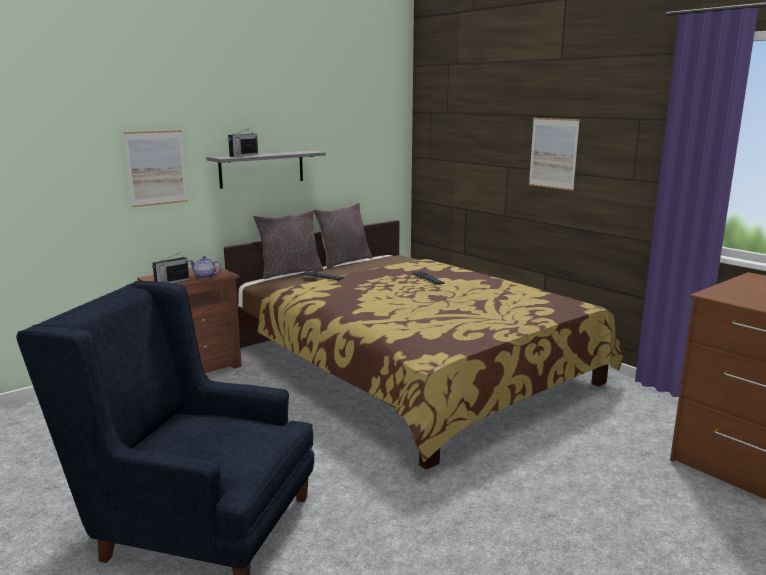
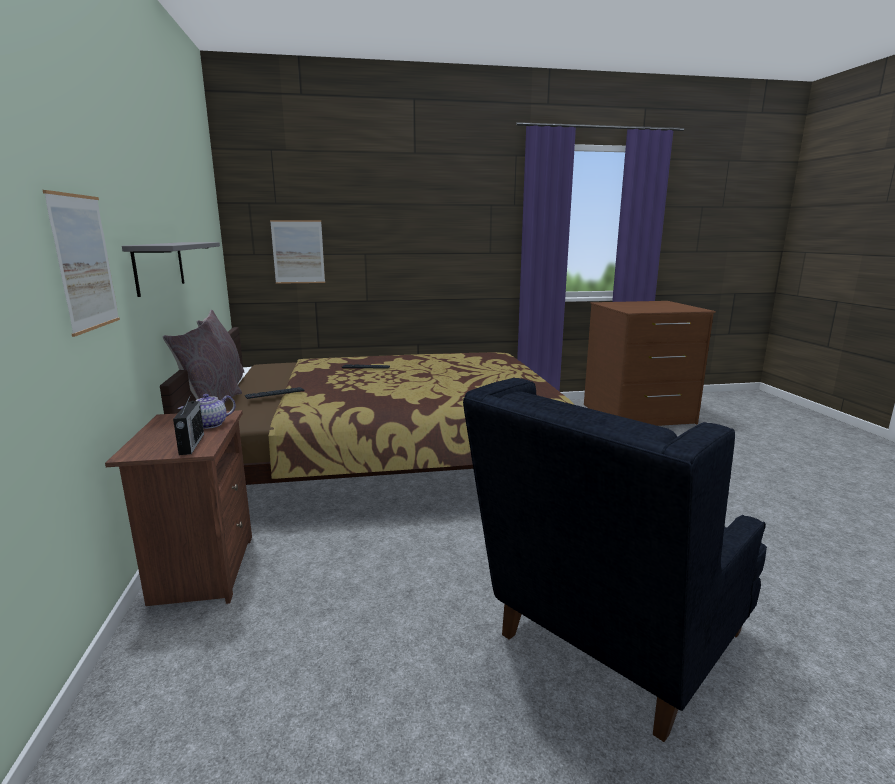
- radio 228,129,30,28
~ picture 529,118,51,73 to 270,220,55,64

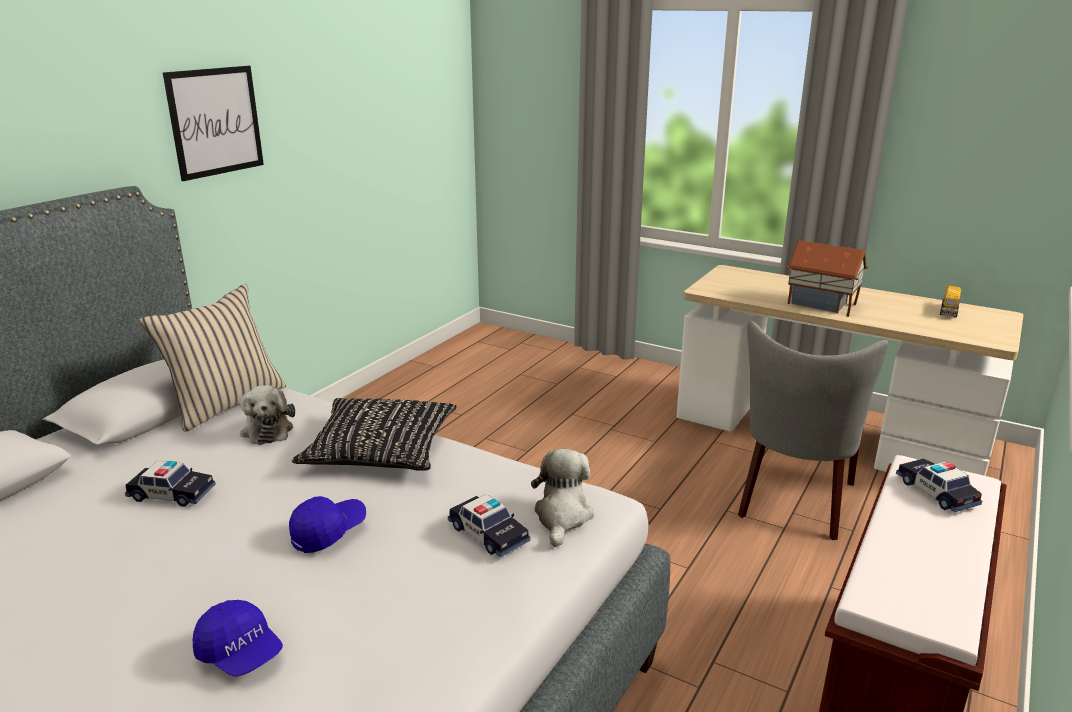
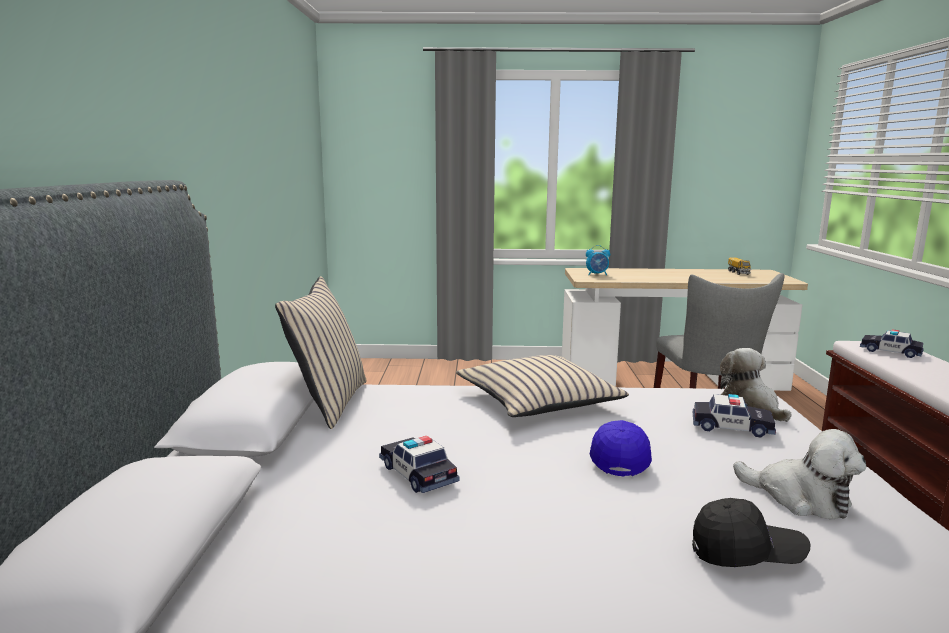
~ toy car 125,461,91,46 = 379,436,80,57 105 degrees counterclockwise
- picture 163,66,101,115
~ cap (blue) 193,600,90,77 to cap (black) 692,498,119,69
~ plush toy 240,385,55,60 to 733,429,133,91
~ pillow (black) 292,398,165,73 to pillow (beige) 456,355,173,62
- toy house 787,240,81,77
+ alarm clock 586,245,24,30

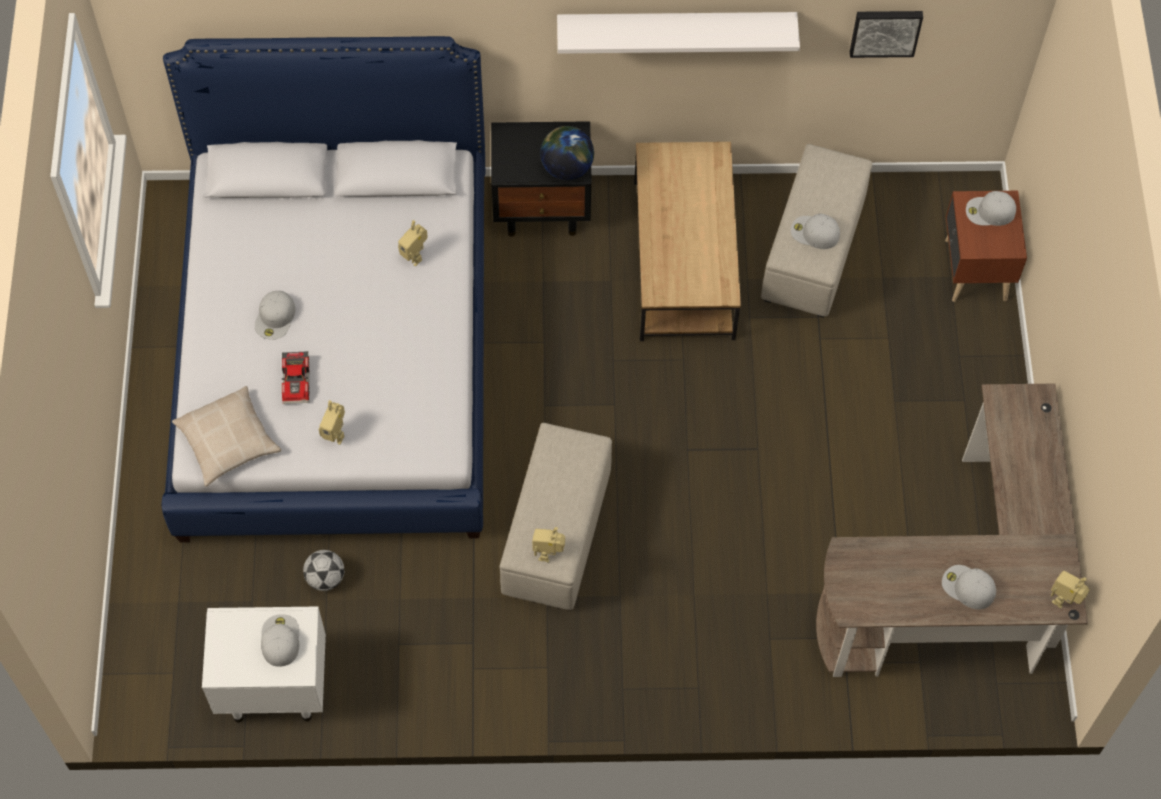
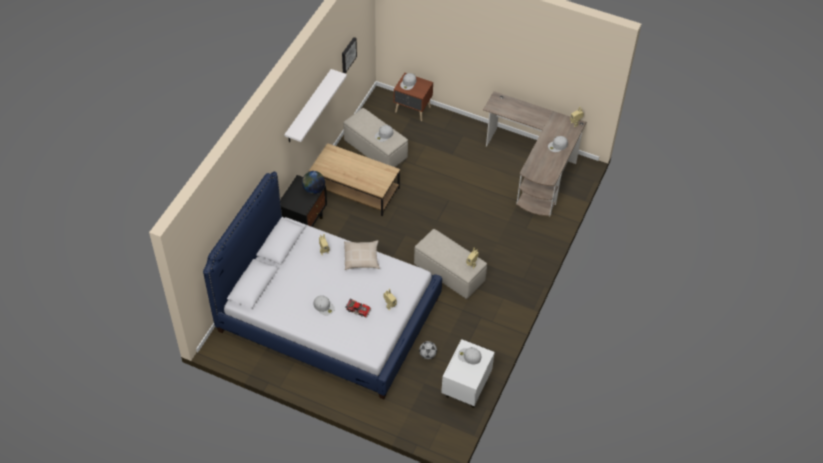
~ pillow (beige) 172,386,109,101 to 344,240,36,30

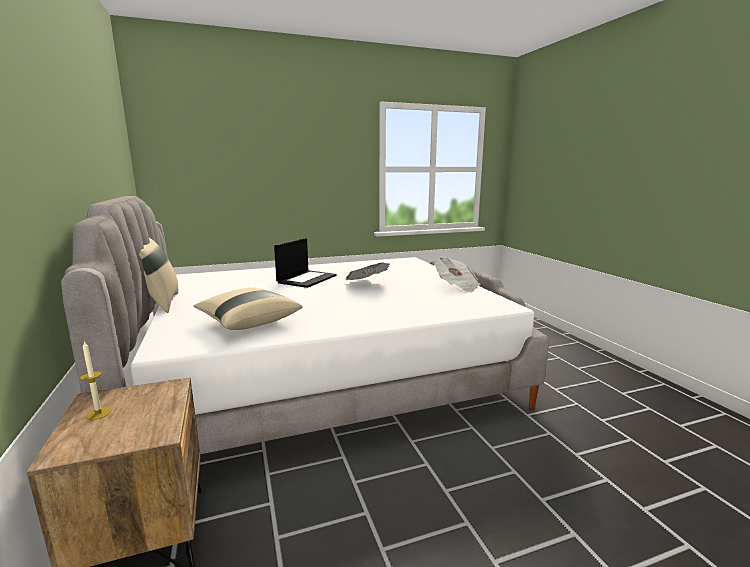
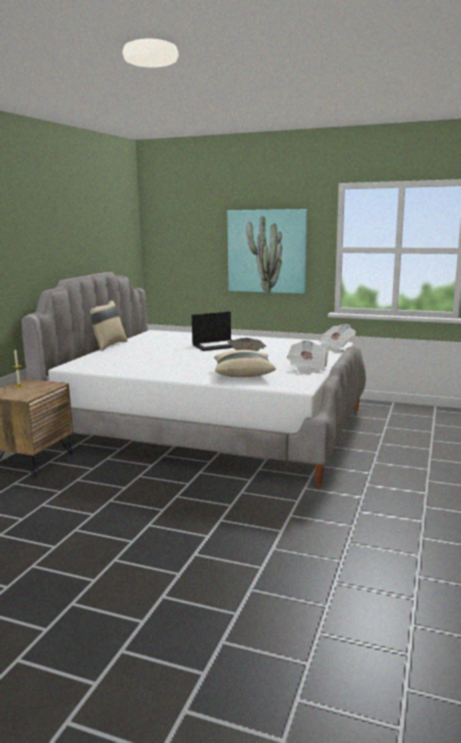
~ pillow (beige) 193,288,109,42 to 214,350,62,27
+ picture 227,209,80,85
+ newspaper 319,324,37,27

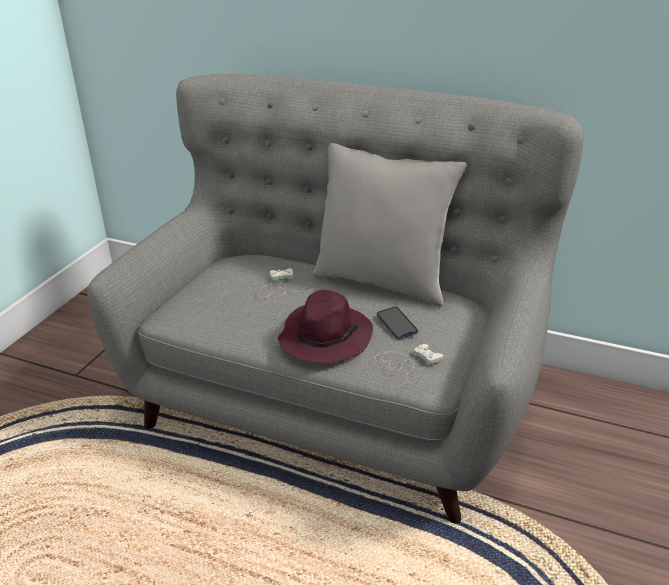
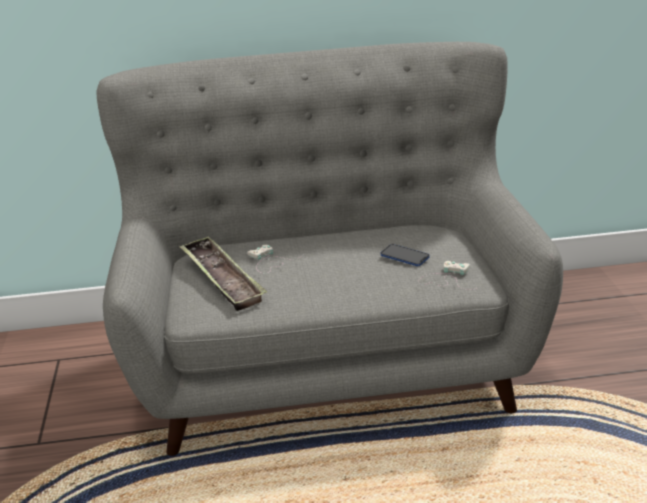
- hat (purple) 278,290,95,74
- pillow (grey) 313,143,154,164
+ tray 179,237,88,74

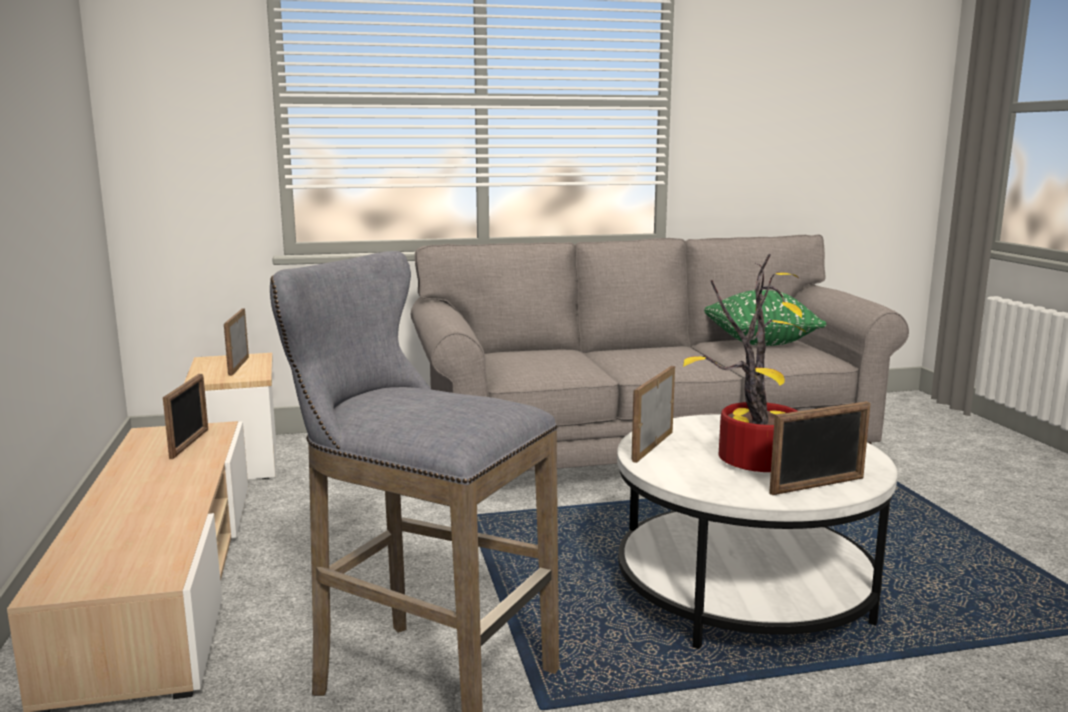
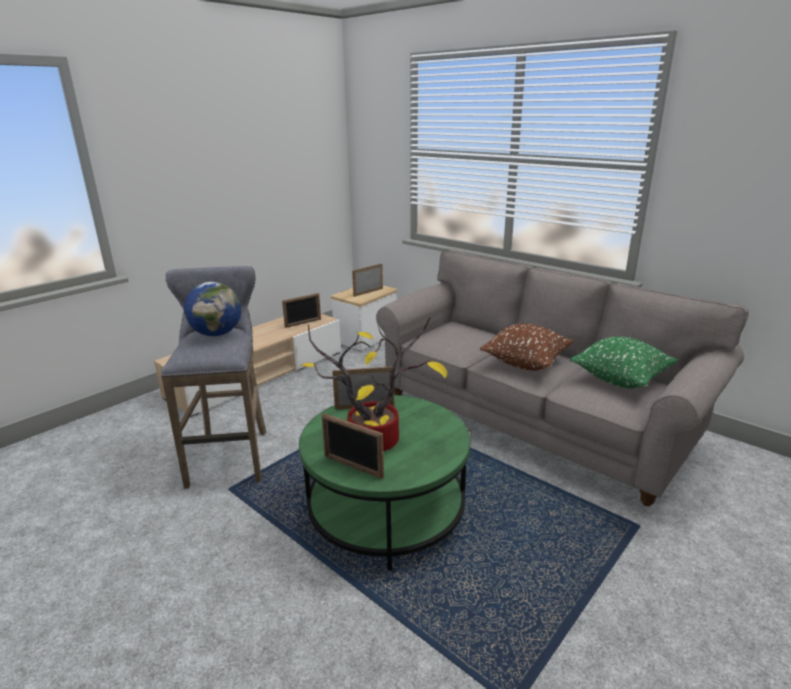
~ coffee table (white) 617,414,281,235 to coffee table (green) 299,395,171,175
+ globe 184,282,57,54
+ pillow (brown) 480,324,93,47

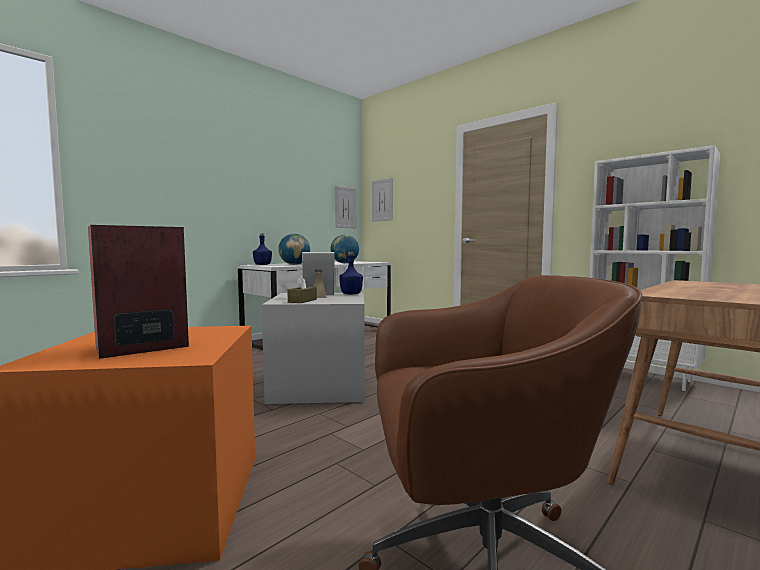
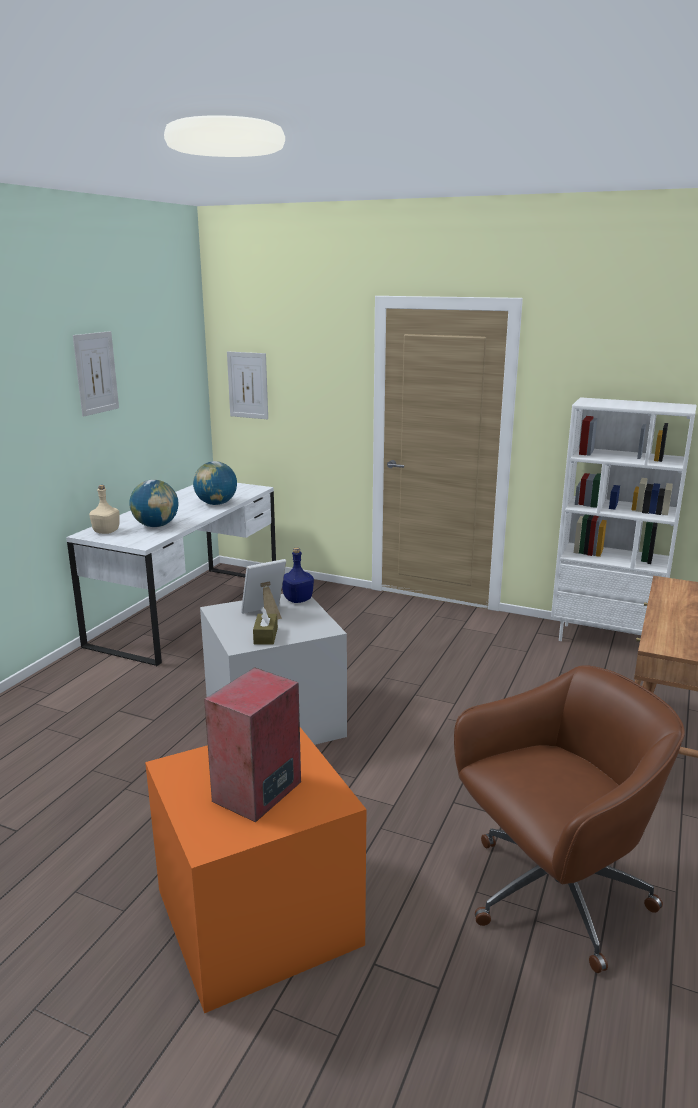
~ bottle (blue) 253,233,19,32 to bottle (beige) 89,485,31,49
~ picture 335,186,21,43 to 73,331,46,86

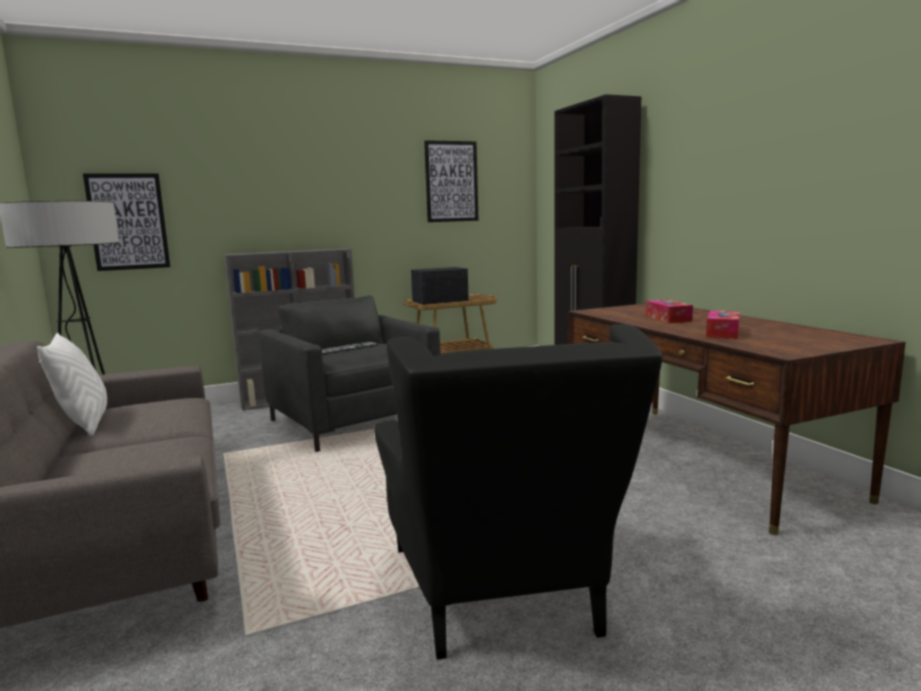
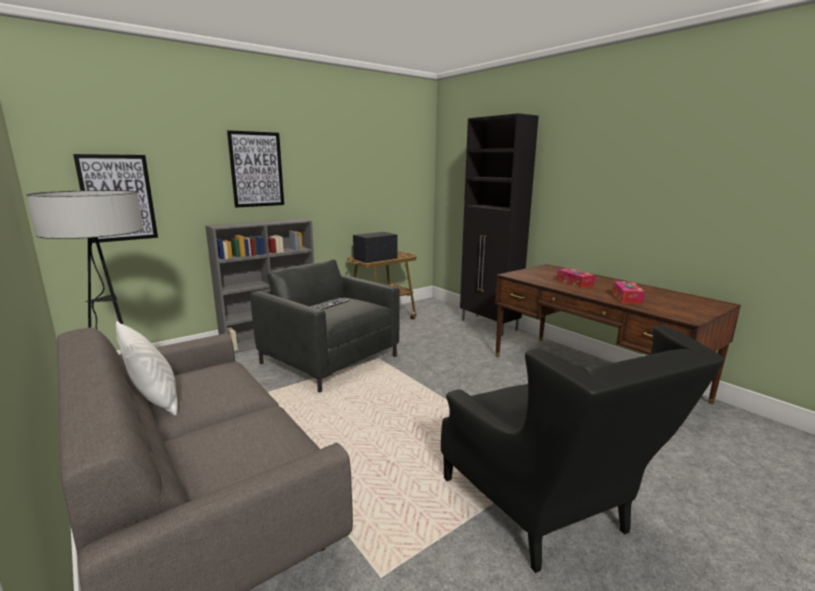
~ picture 424,140,54,82 to 227,130,57,78

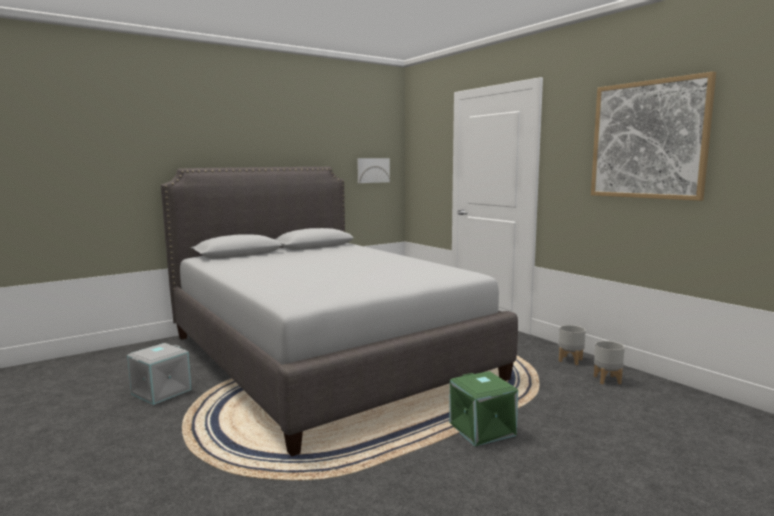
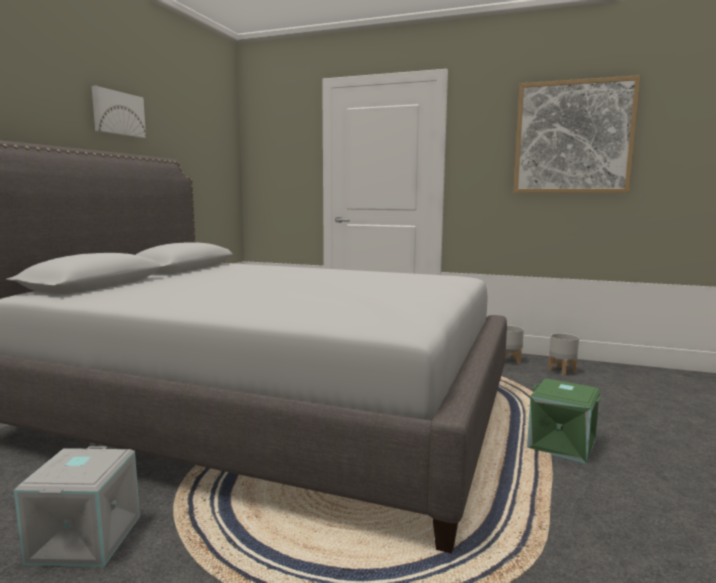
~ picture 357,158,33,25 to 92,86,54,52

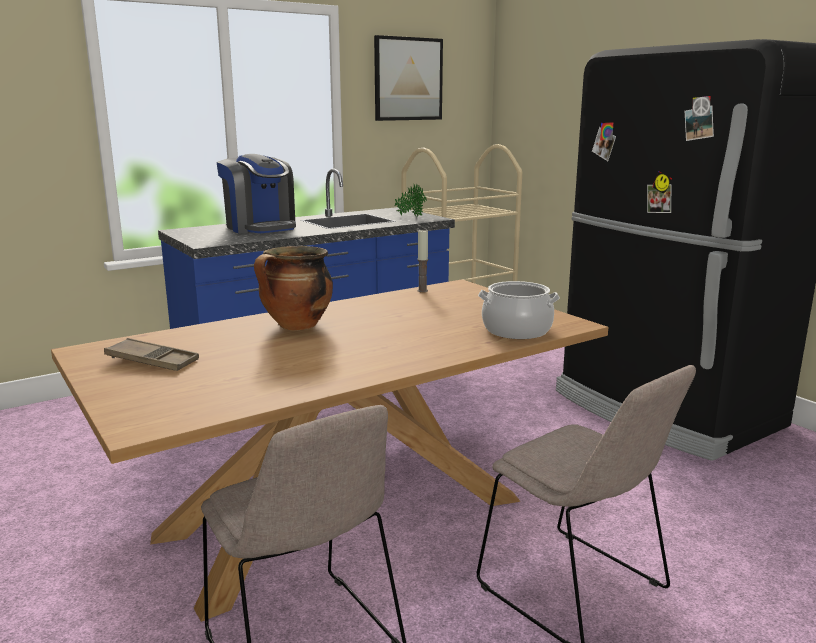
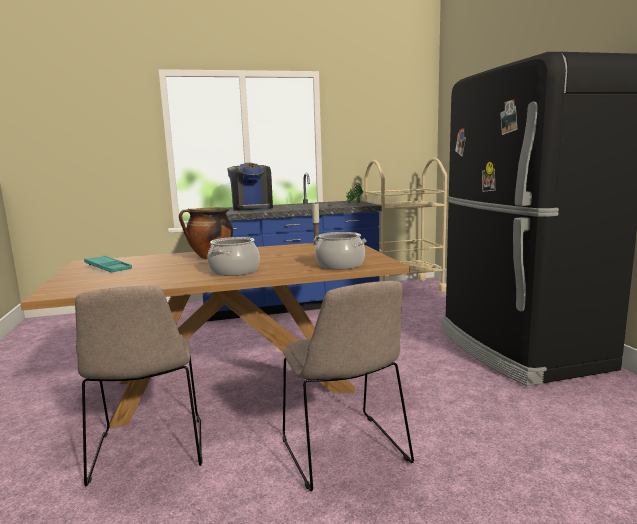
~ tray (brown) 104,338,95,33 to tray (turquoise) 84,255,48,17
- picture 374,35,69,86
+ cooking pot 207,237,53,39

